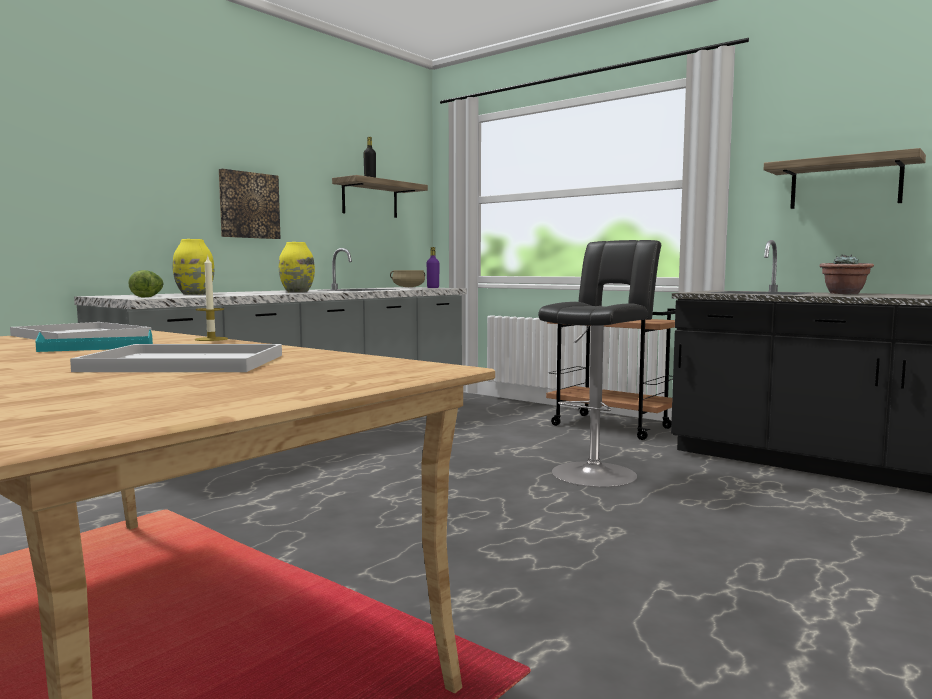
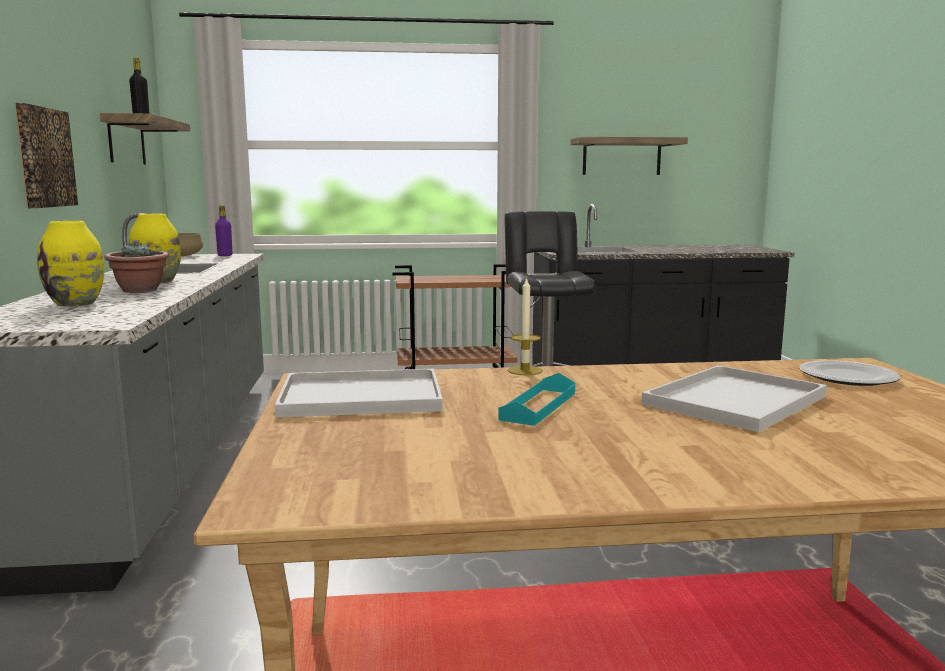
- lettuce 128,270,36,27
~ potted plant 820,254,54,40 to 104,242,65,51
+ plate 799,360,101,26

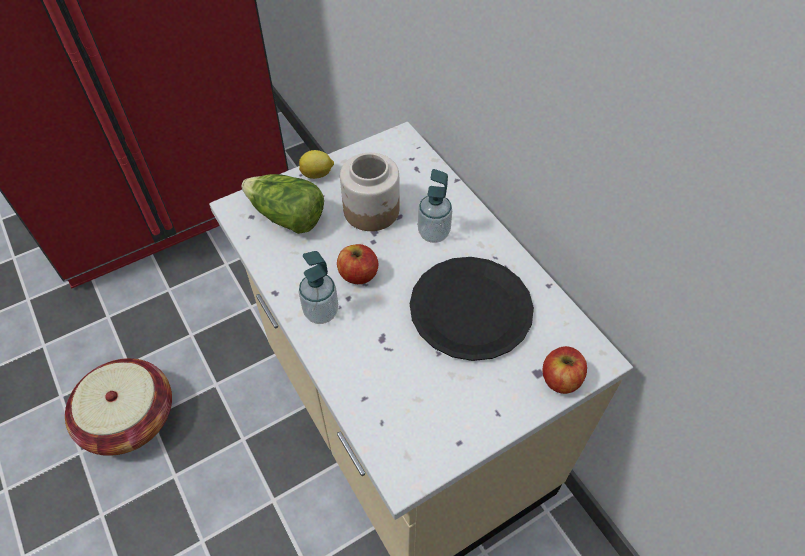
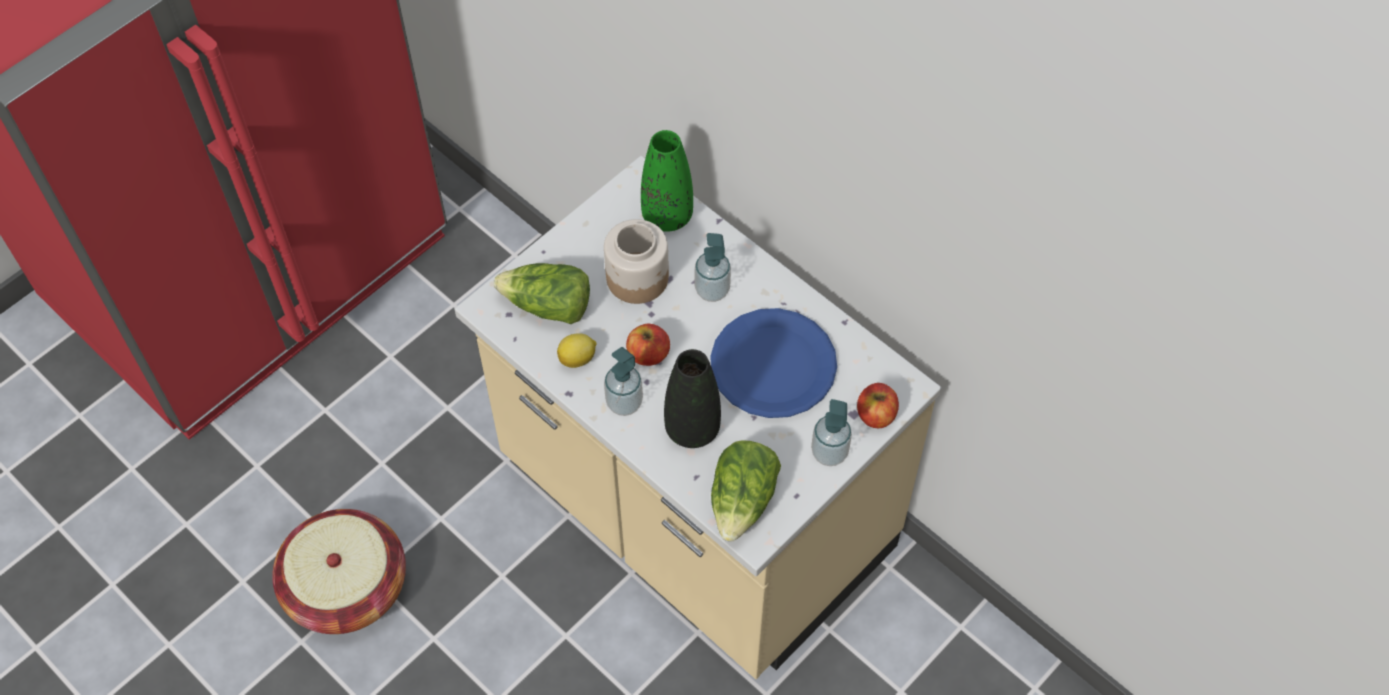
~ lemon 299,150,35,29 to 557,333,40,35
~ plate (black) 410,257,124,104 to plate (blue) 710,308,127,110
+ vase (green) 641,130,52,102
+ vase (black) 664,349,57,99
+ lettuce 711,440,70,102
+ soap dispenser 811,399,41,67

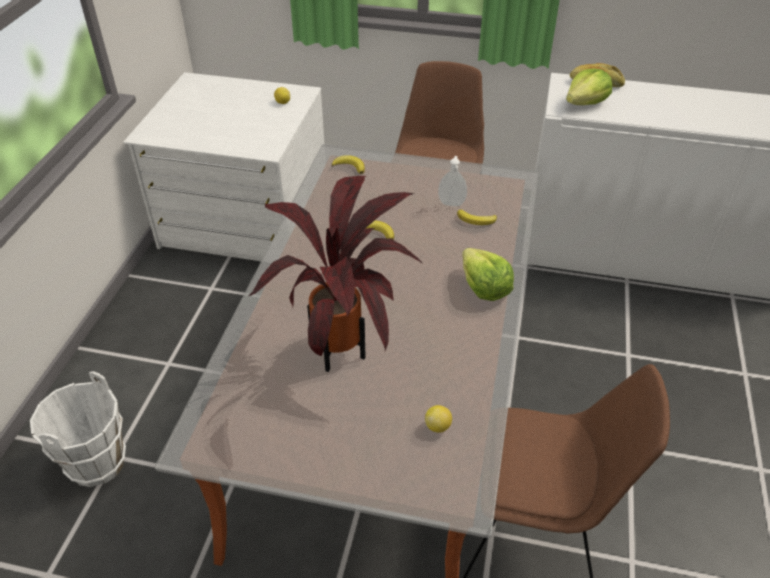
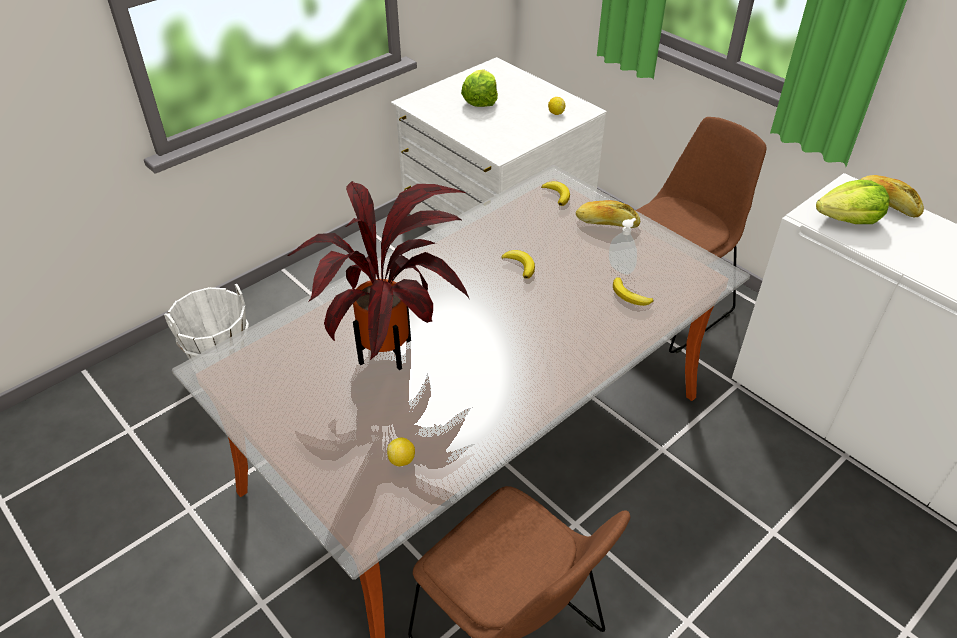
~ lettuce 462,248,52,53 to 461,69,37,38
+ bread 576,200,64,28

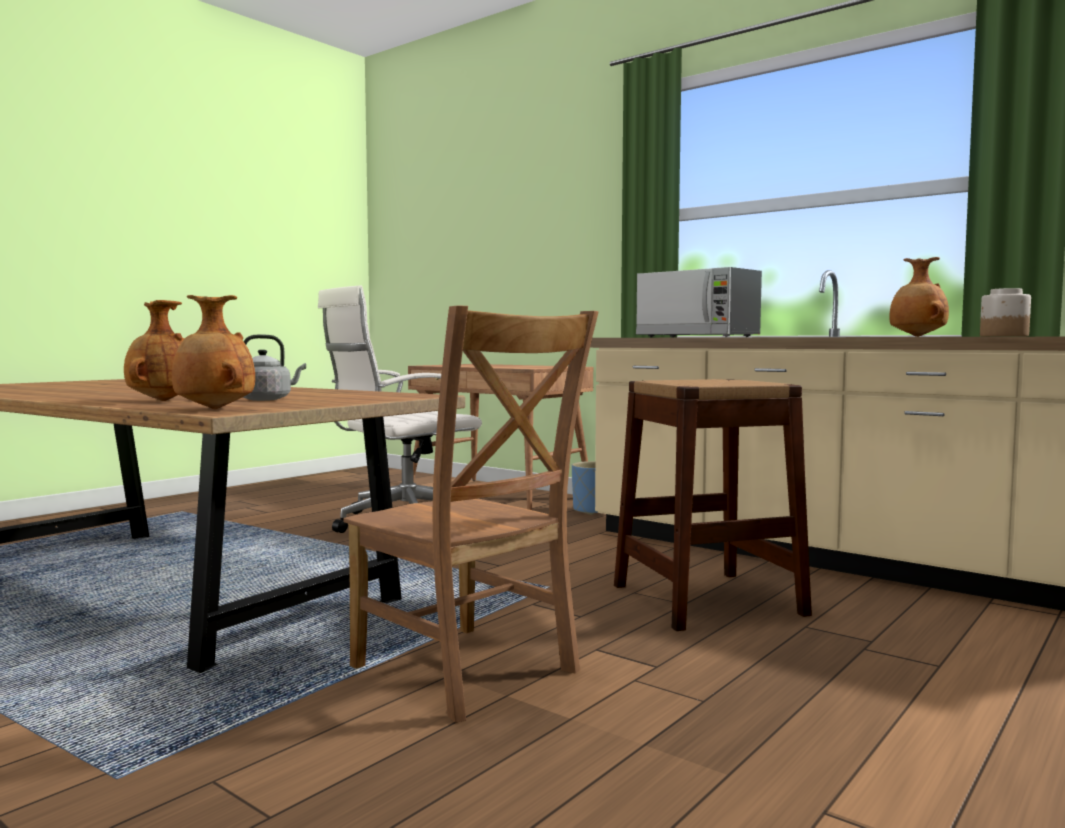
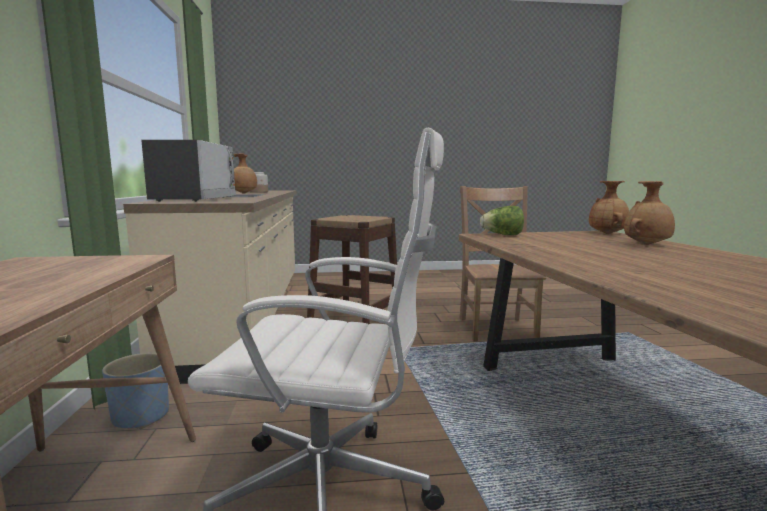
- kettle (grey) 243,334,63,67
+ lettuce 480,206,44,29

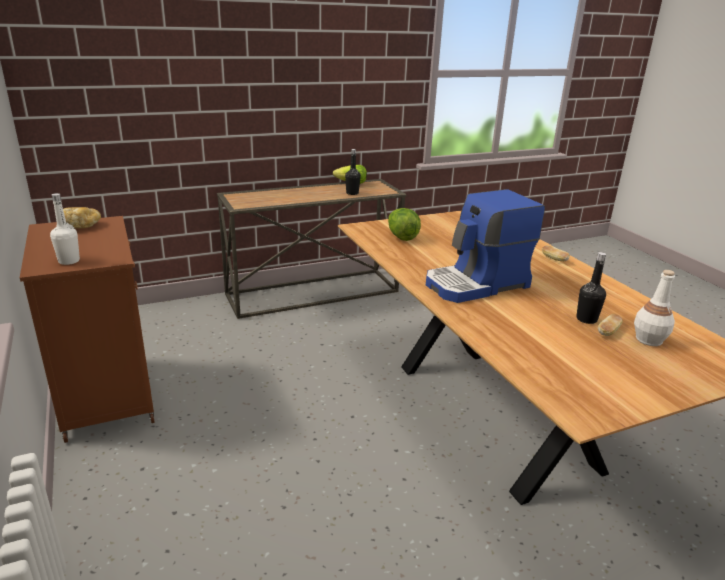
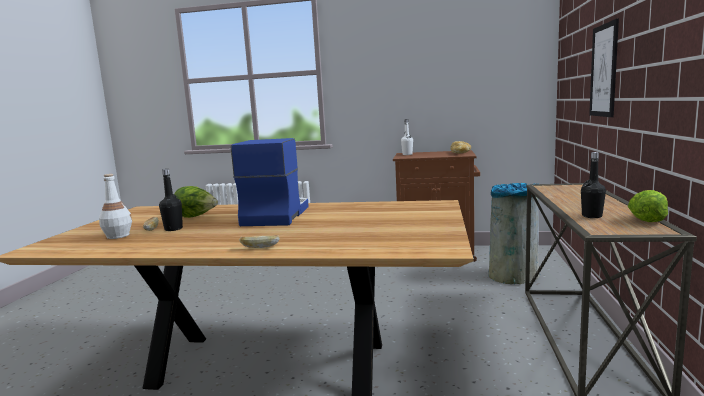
~ lettuce 388,208,33,33 to 174,186,44,32
+ trash can (grey) 488,183,52,101
+ picture 589,19,30,98

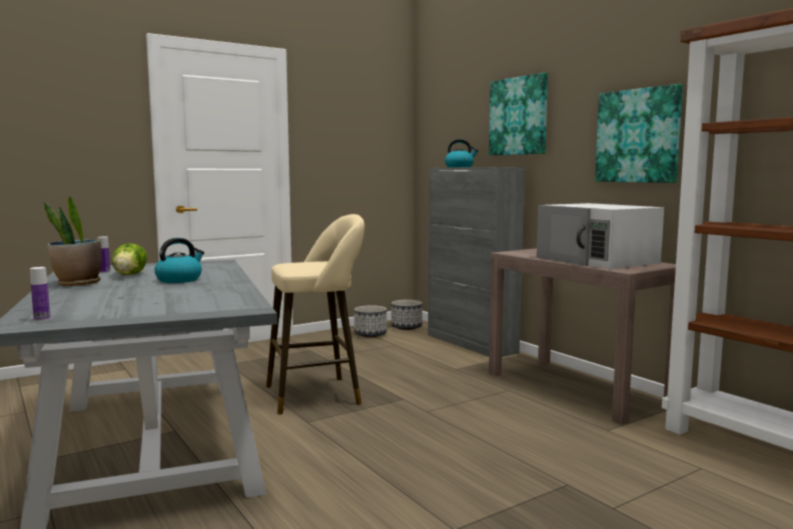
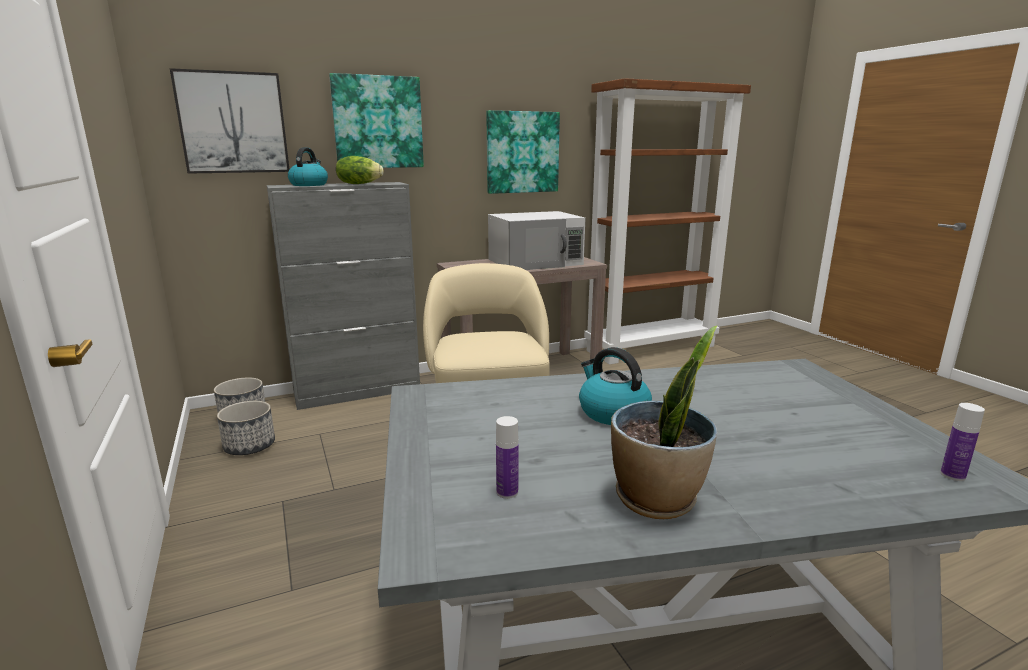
~ lettuce 112,243,35,32 to 336,156,48,28
+ picture 170,68,120,106

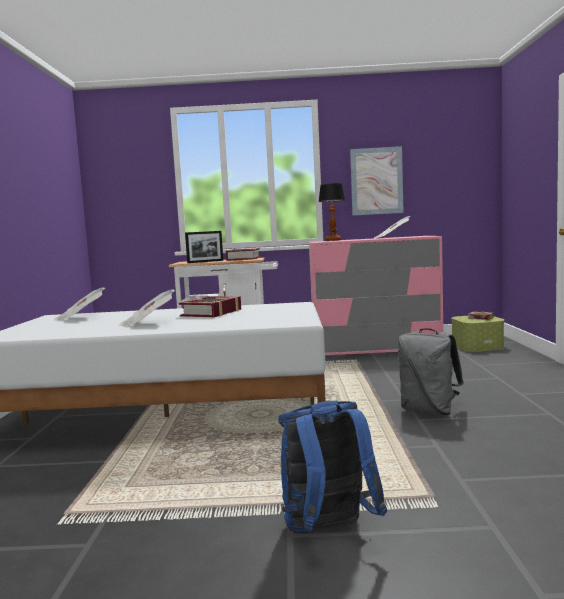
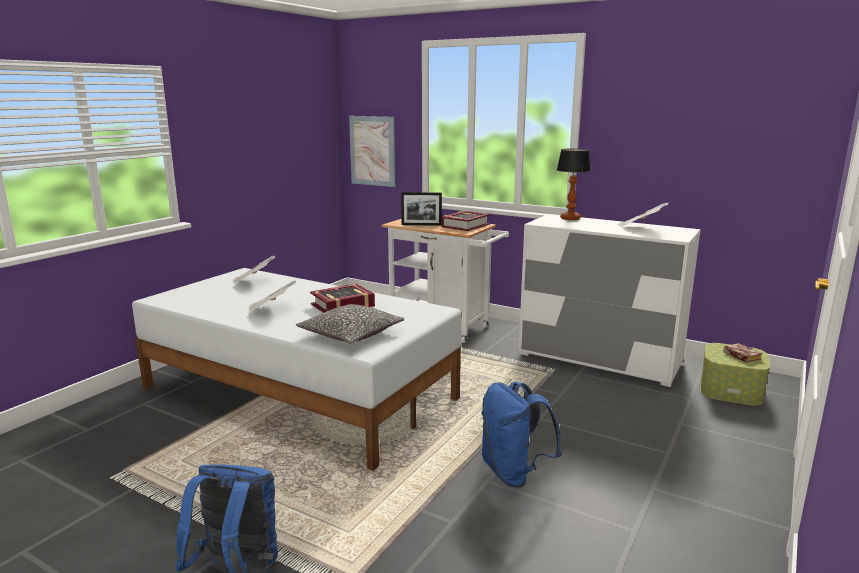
~ dresser (pink) 309,236,134,119 to dresser (white) 519,214,182,173
~ picture 350,146,54,70 to 349,116,46,71
~ backpack (grey) 398,328,66,87 to backpack (blue) 482,382,80,105
+ pillow 296,304,109,39

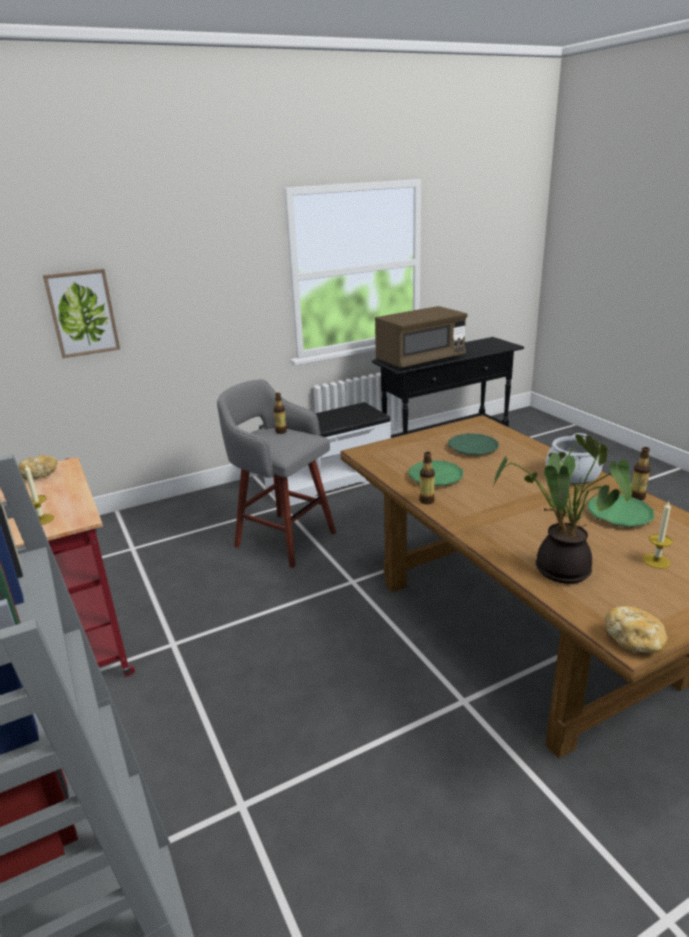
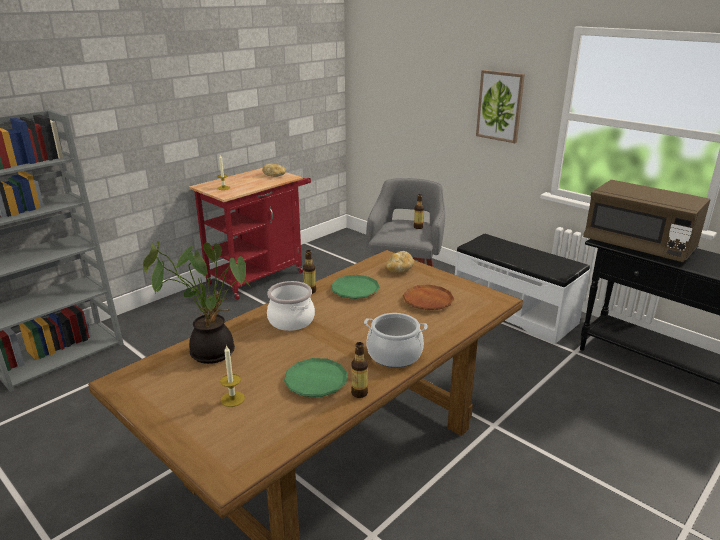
~ picture 43,269,77,89 to 476,70,49,73
~ plate (green) 448,433,50,22 to plate (brown) 403,285,51,25
~ bread 605,606,62,47 to 386,251,28,22
+ cooking pot 267,281,48,50

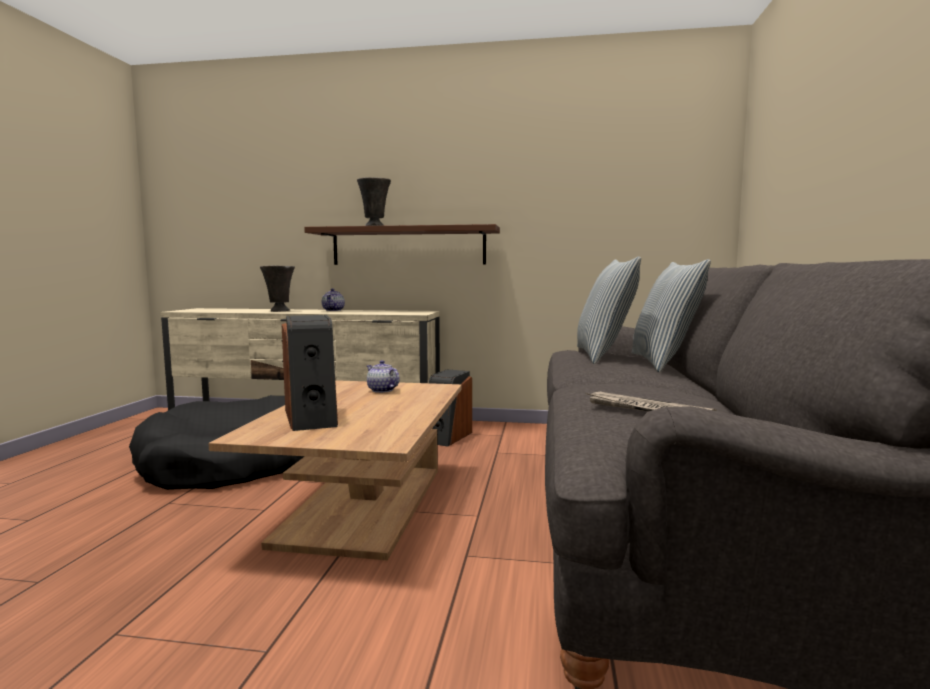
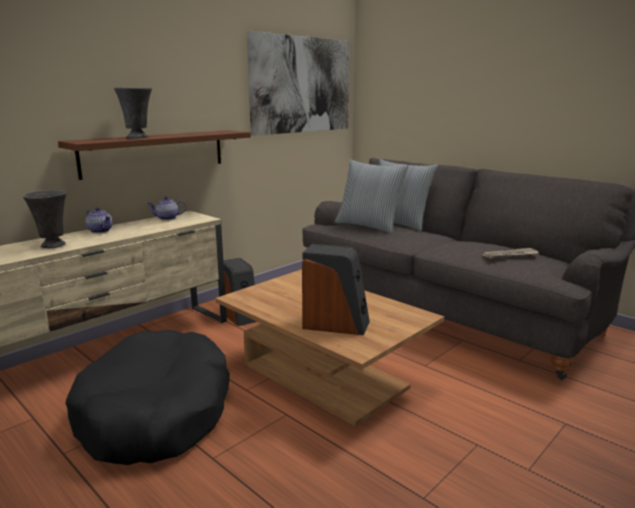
~ teapot 367,360,32,33 to 147,197,39,23
+ picture 247,31,103,105

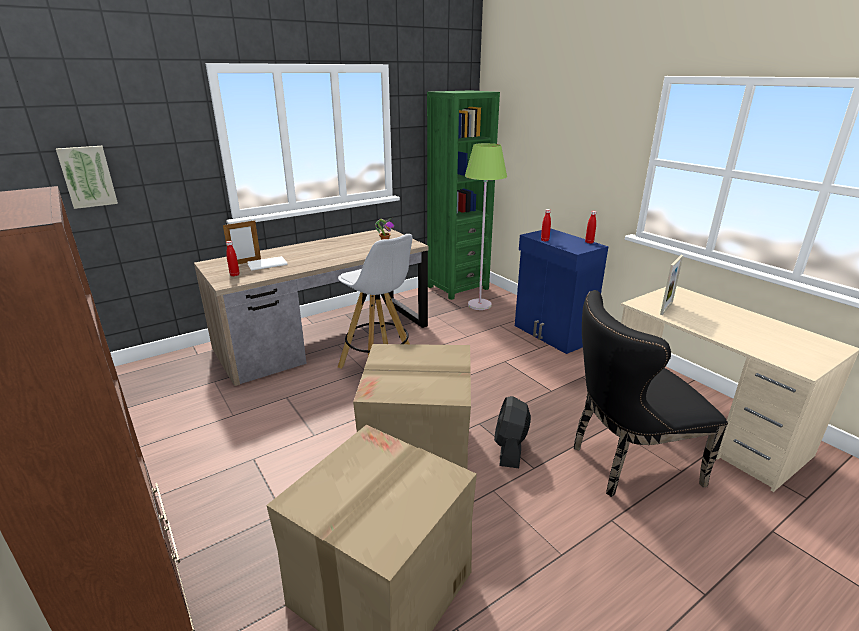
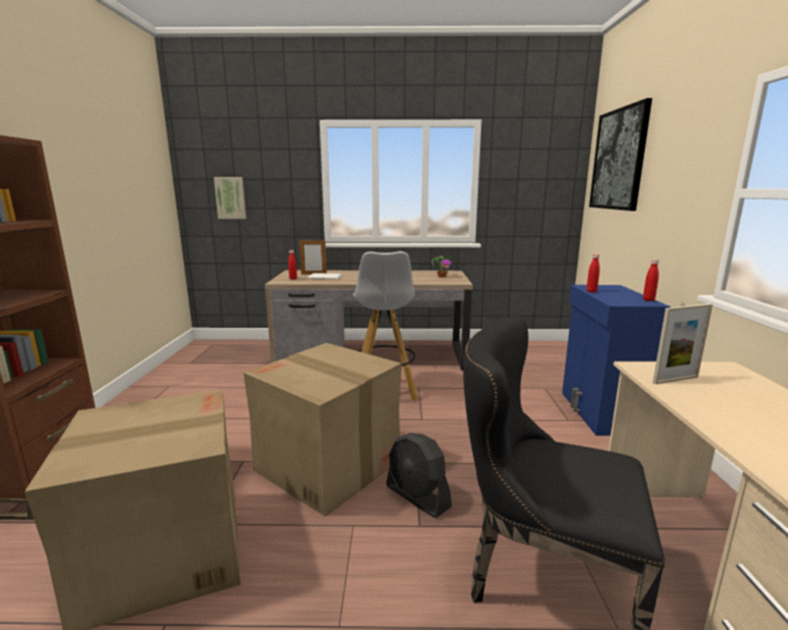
- bookcase (green) 427,90,73,210
- floor lamp (green) 465,143,42,167
~ fan (black) 494,396,37,72 = 386,433,66,85 90 degrees counterclockwise
+ picture 589,98,63,113

